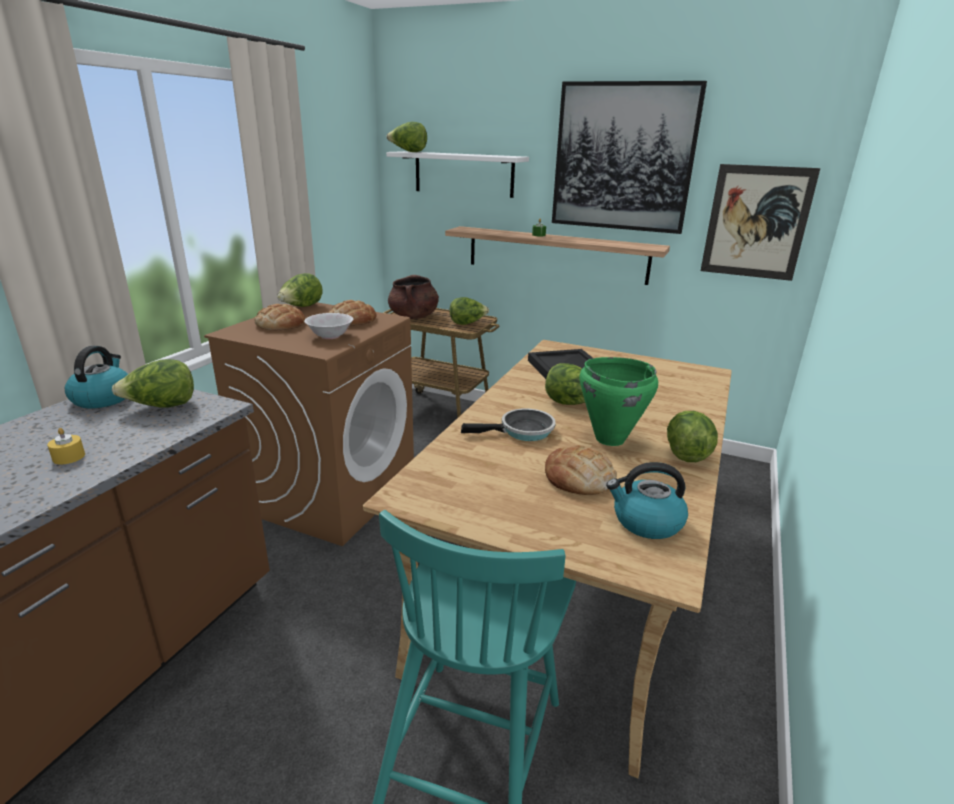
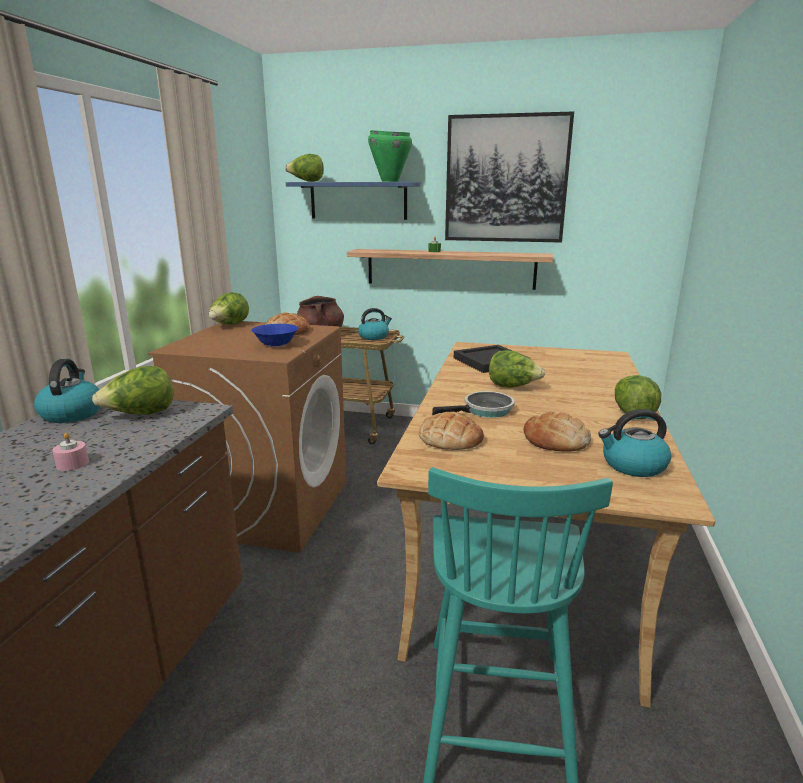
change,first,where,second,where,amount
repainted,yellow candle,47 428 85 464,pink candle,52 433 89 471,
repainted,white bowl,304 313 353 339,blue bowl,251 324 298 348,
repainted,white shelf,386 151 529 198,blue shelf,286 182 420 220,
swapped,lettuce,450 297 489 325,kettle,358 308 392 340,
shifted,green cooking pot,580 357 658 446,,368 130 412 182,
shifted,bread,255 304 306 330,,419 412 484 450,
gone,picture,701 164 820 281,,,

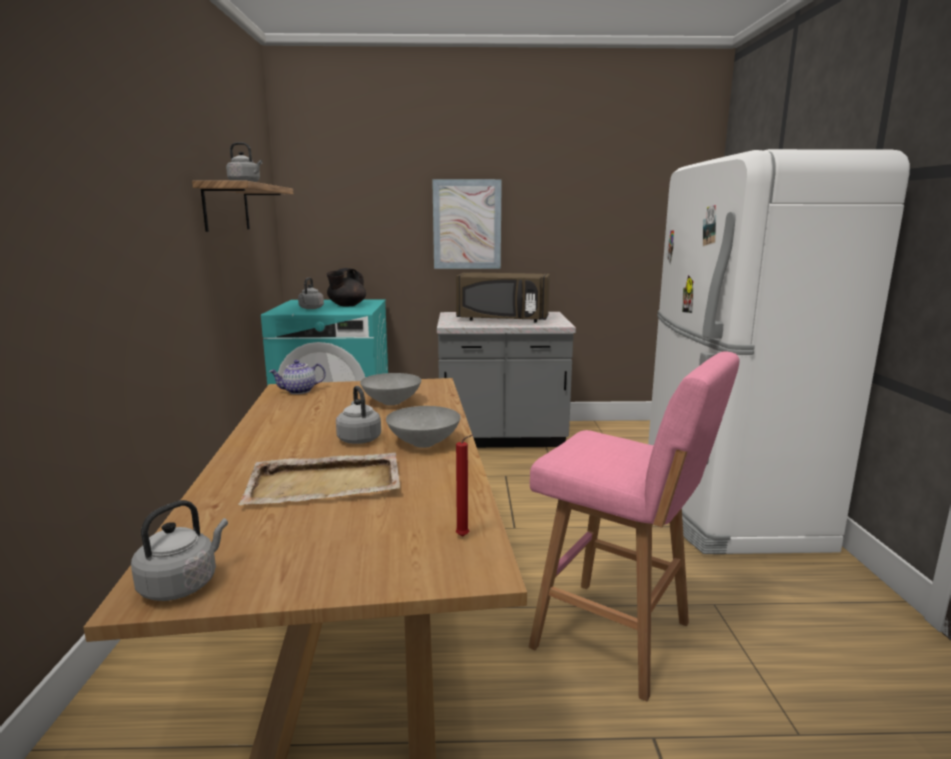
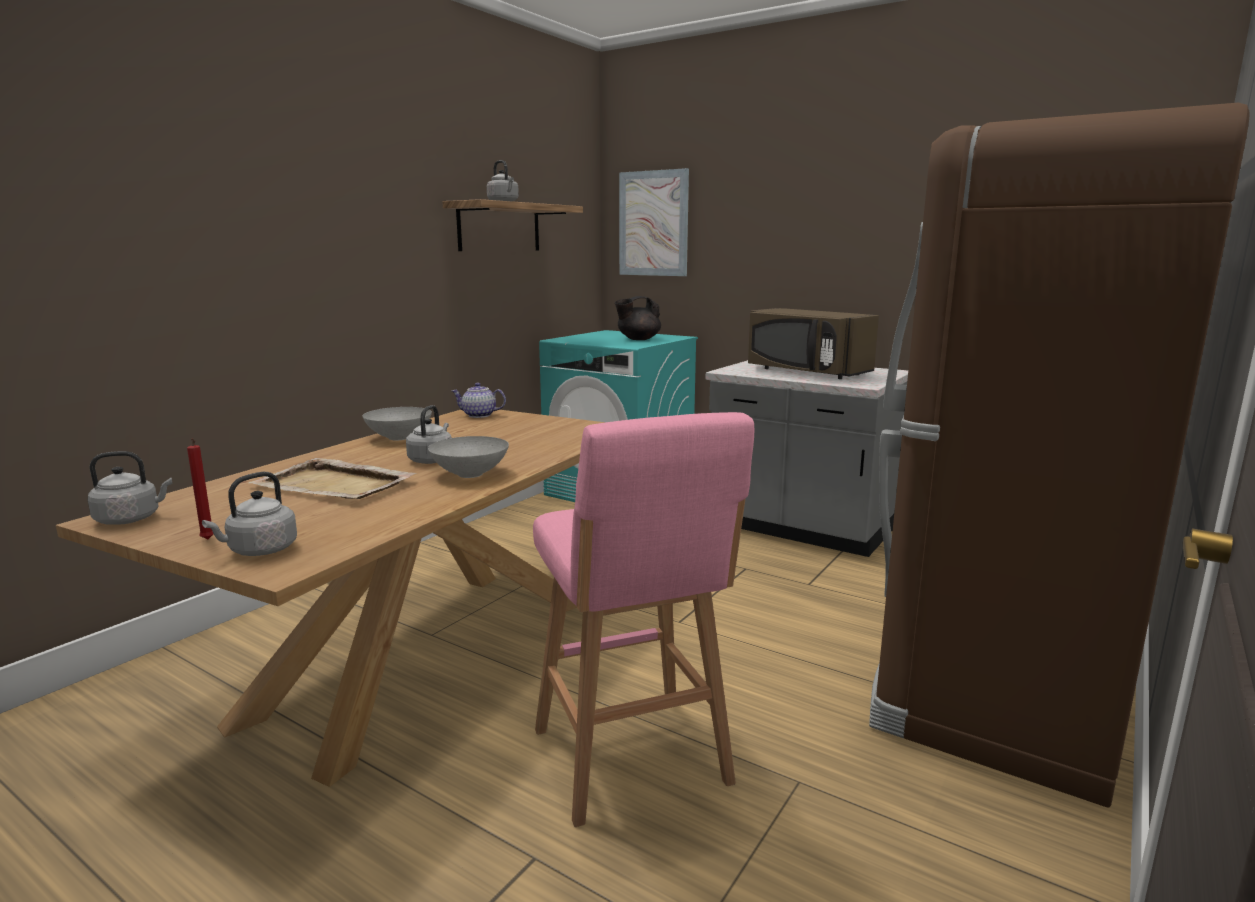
change,first,where,second,where,amount
shifted,red candle,456 435 473 537,,187 438 213 540,
shifted,grey kettle,298 278 324 309,,202 472 297 556,
shifted,grey bowl,360 373 421 405,,362 407 432 441,
shifted,picture,432 179 502 269,,619 168 689 276,
repainted,white fridge,648 149 910 554,brown fridge,869 103 1250 807,

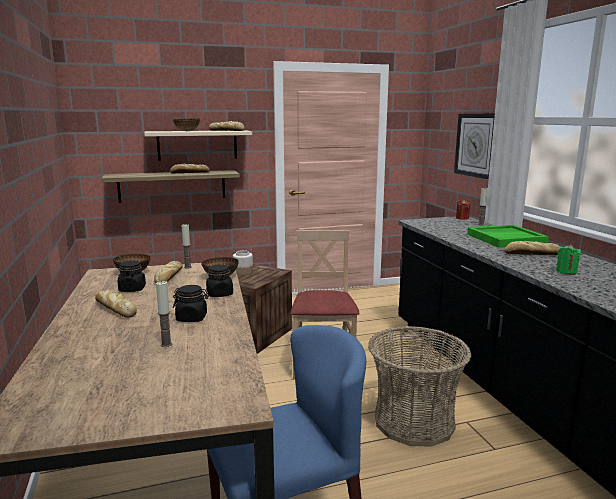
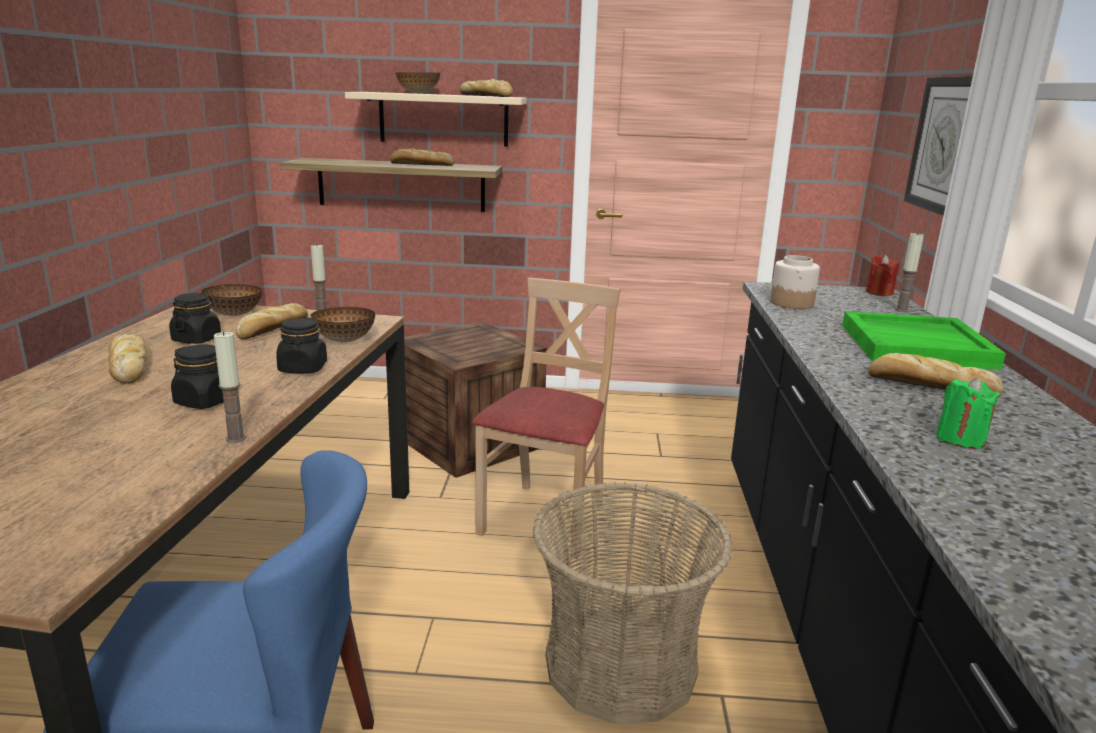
change,first,where,second,where,amount
shifted,candle,156 281 172 347,,214 331 246 443,
shifted,jar,233 250 253 276,,770 255 820 309,

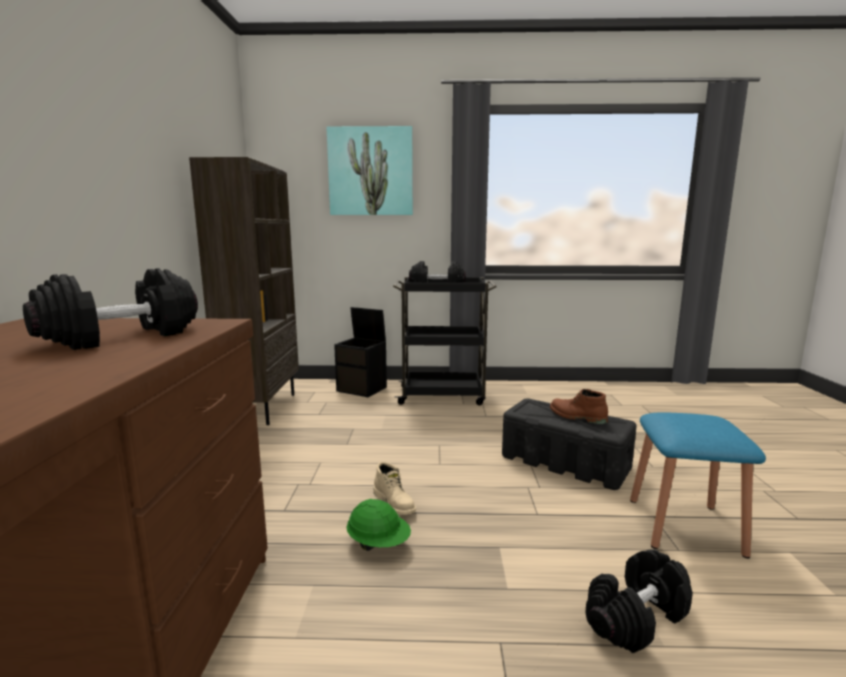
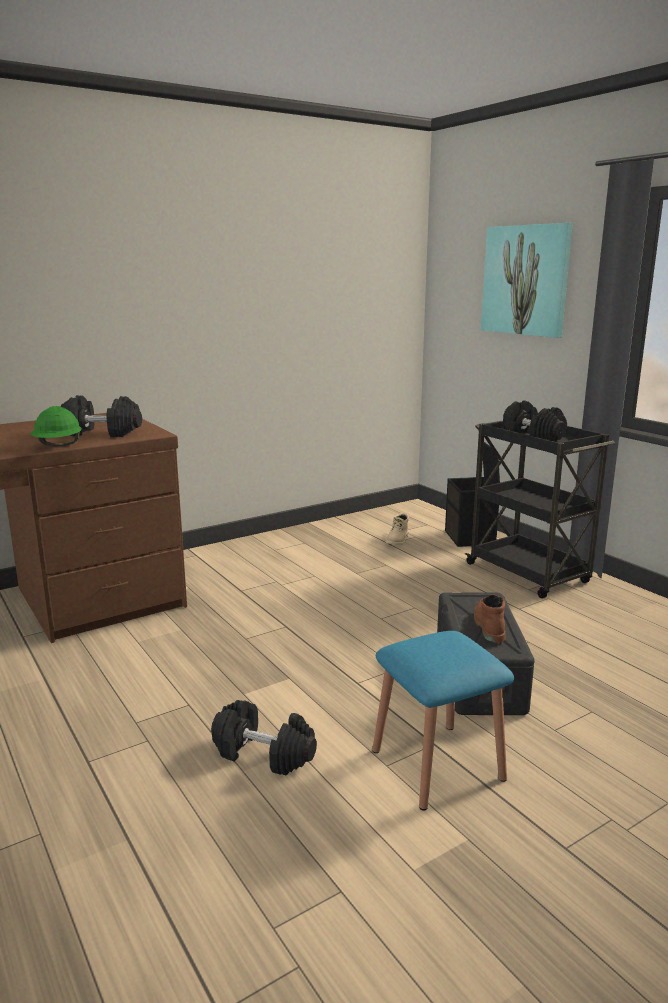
change,first,where,second,where,amount
shifted,green hard hat,347 499 411 551,,30 406 82 446,
shifted,beige boot,373 462 416 515,,386 513 409 545,
gone,brown bookcase,189 157 299 425,,,

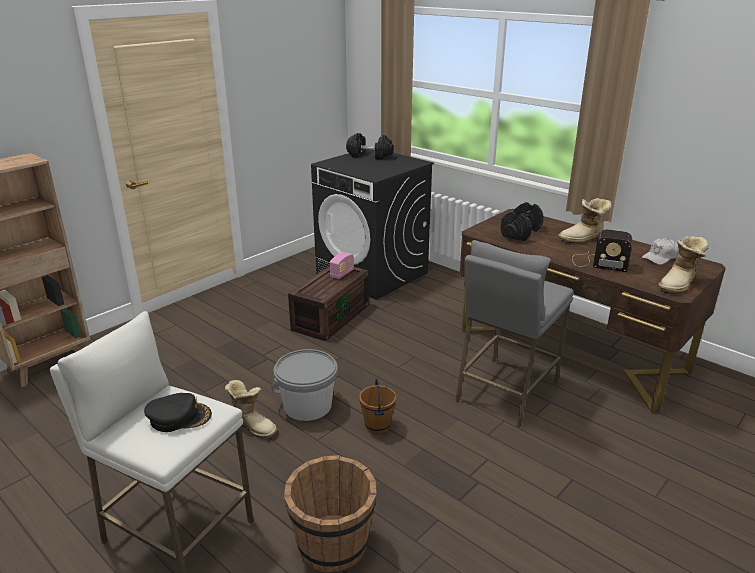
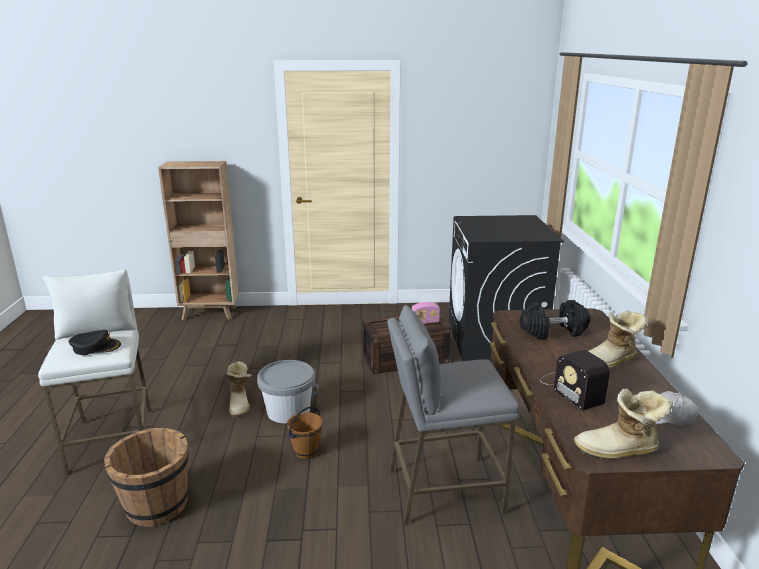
change,first,where,second,where,amount
rotated,black cap,144 393 212 432,,69 330 121 355,45 degrees counterclockwise
rotated,boot,558 198 612 243,,589 310 647 368,45 degrees counterclockwise
gone,black dumbbell,346 133 394 160,,,

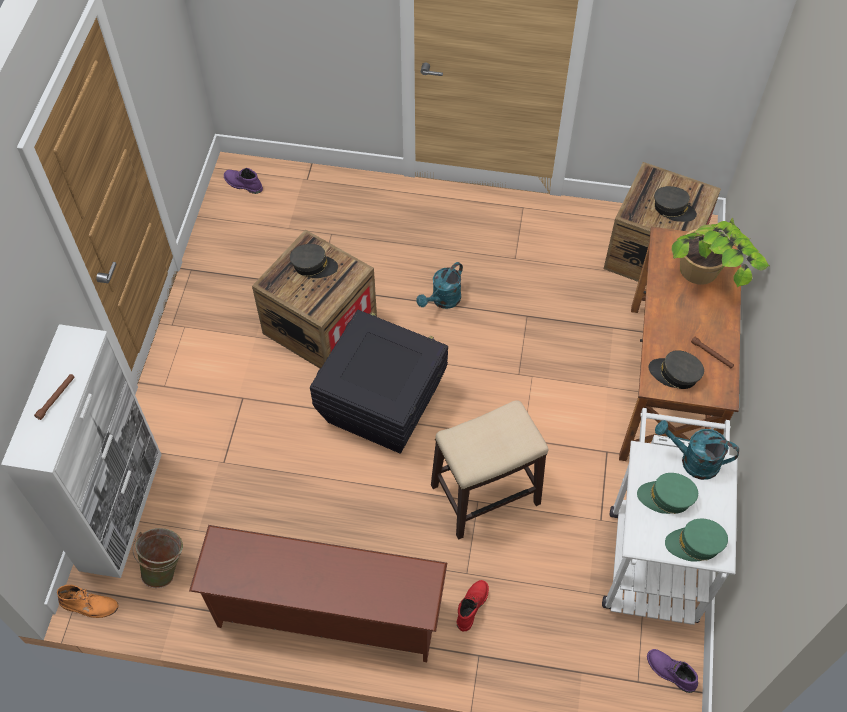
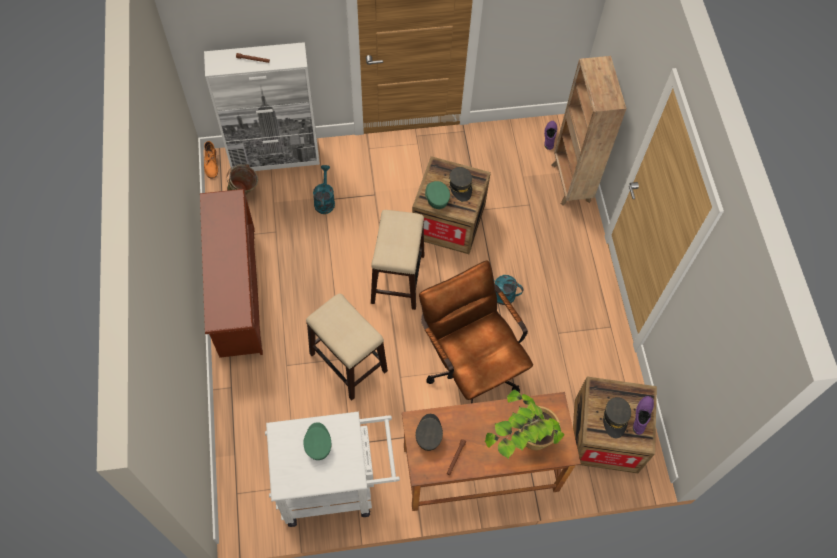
change,first,where,second,where,amount
shifted,turquoise watering can,655 420 739 480,,313 165 335 214,
swapped,black storage box,310 310 448 454,stool,371 210 424 310,
new,,,brown office chair,419 260 533 403,
shifted,green cap,665 519 728 562,,425 181 450 209,
new,,,brown bookcase,551 56 627 206,
shifted,purple boot,647 649 698 693,,633 396 654 435,
gone,red boot,457 580 489 631,,,

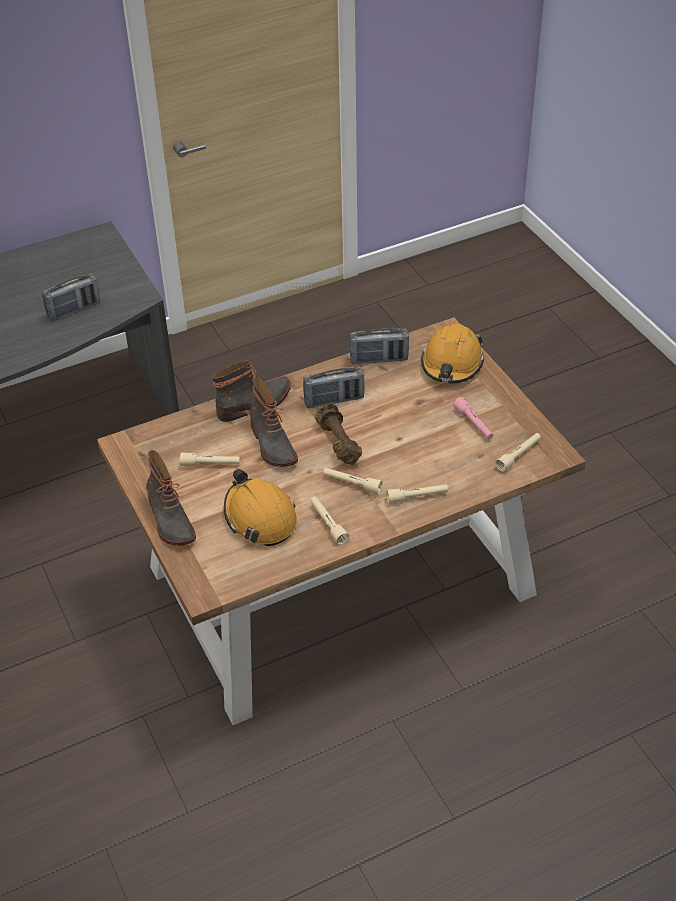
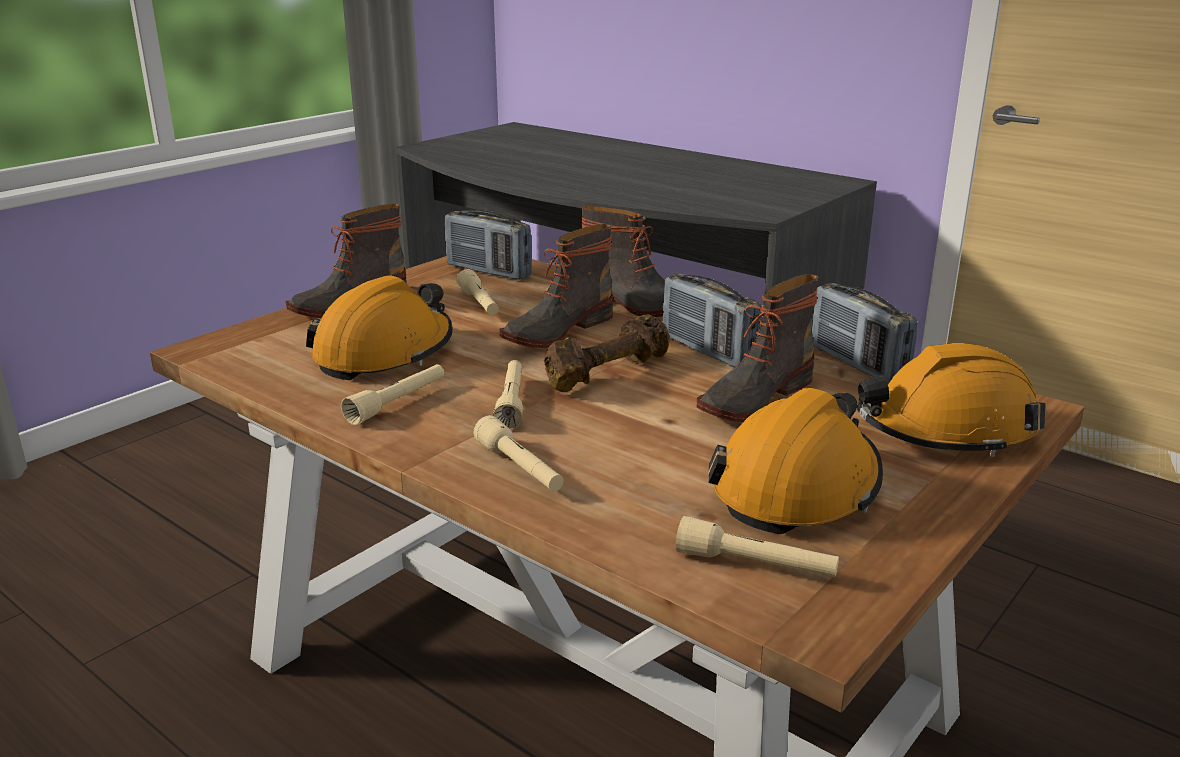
change,first,where,second,where,amount
shifted,radio,42 273 100 321,,445 210 532 279,
new,,,boot,697 274 819 422,
swapped,pink flashlight,453 397 493 439,orange hard hat,708 388 883 534,

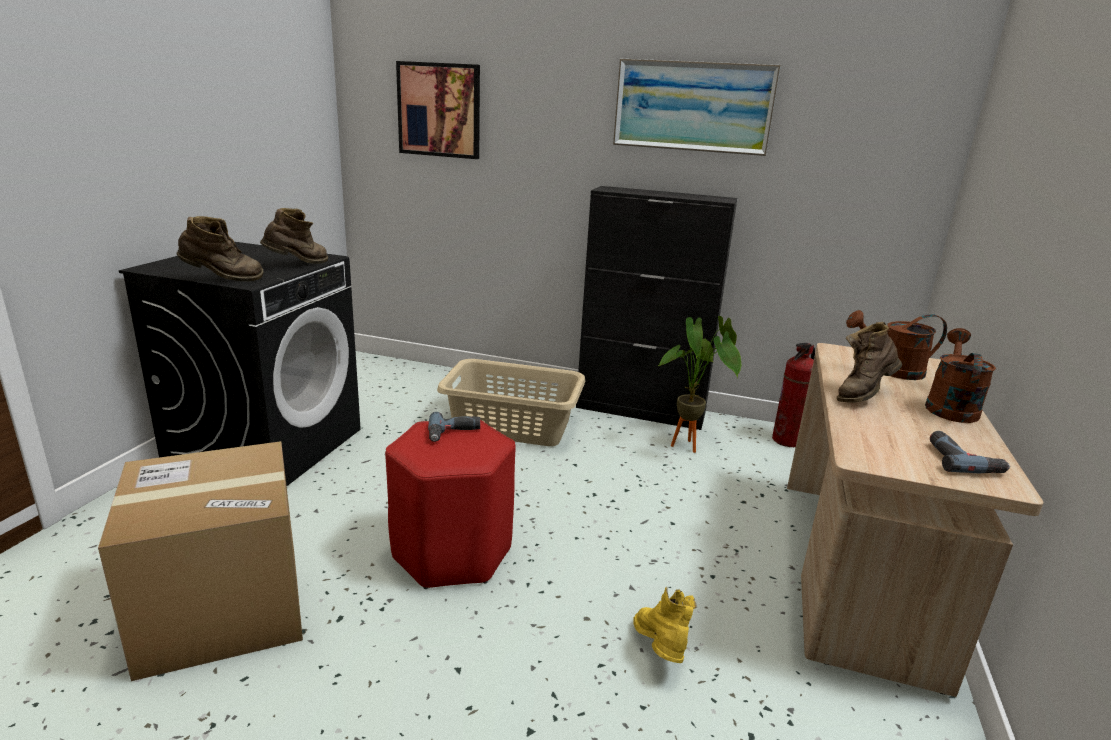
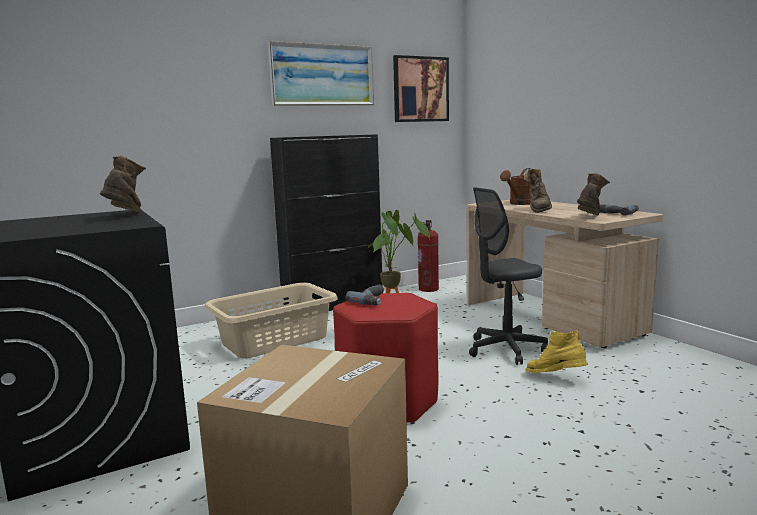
change,first,where,second,where,amount
shifted,picture,396 61 480 159,,393 55 449 122,
new,,,grey office chair,469 187 548 365,
shifted,brown boot,177 216 264 281,,577 173 610 216,
gone,brown watering can,925 328 996 423,,,

